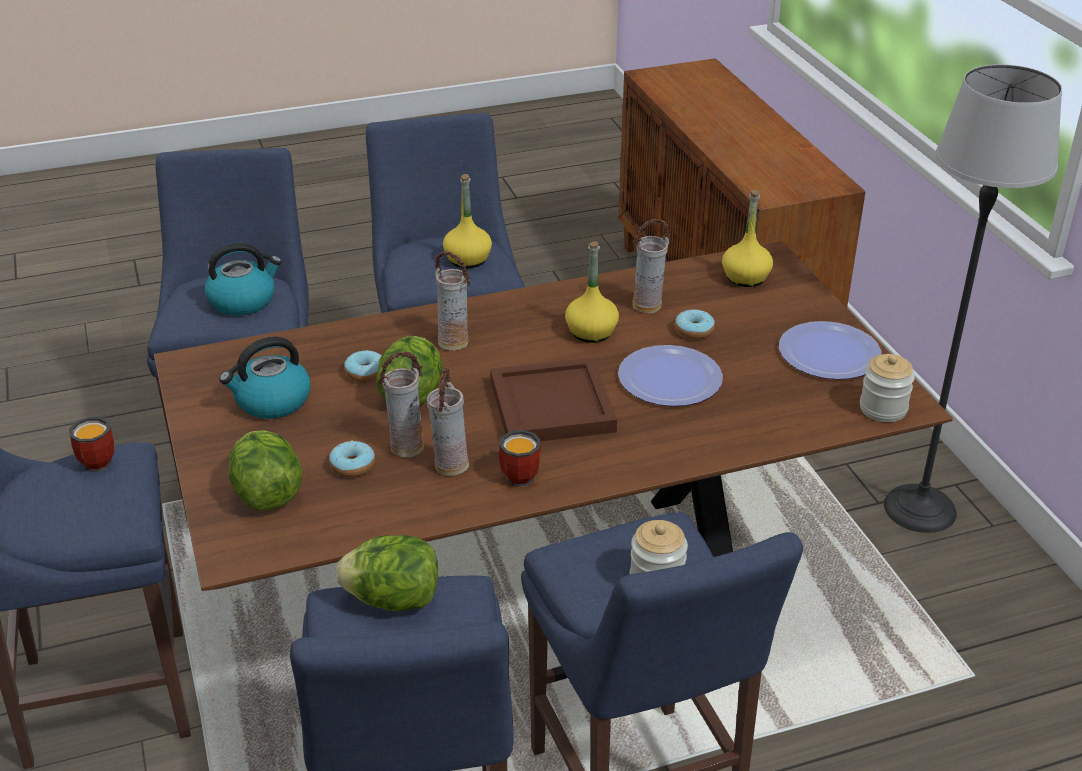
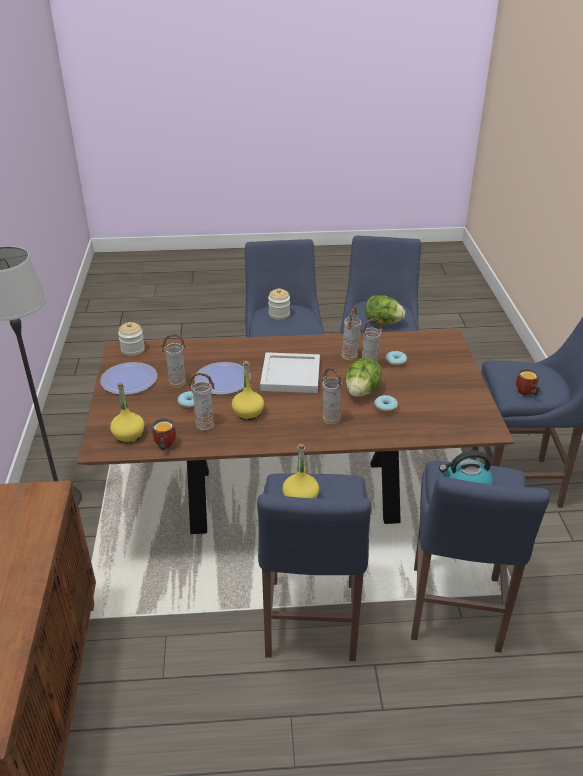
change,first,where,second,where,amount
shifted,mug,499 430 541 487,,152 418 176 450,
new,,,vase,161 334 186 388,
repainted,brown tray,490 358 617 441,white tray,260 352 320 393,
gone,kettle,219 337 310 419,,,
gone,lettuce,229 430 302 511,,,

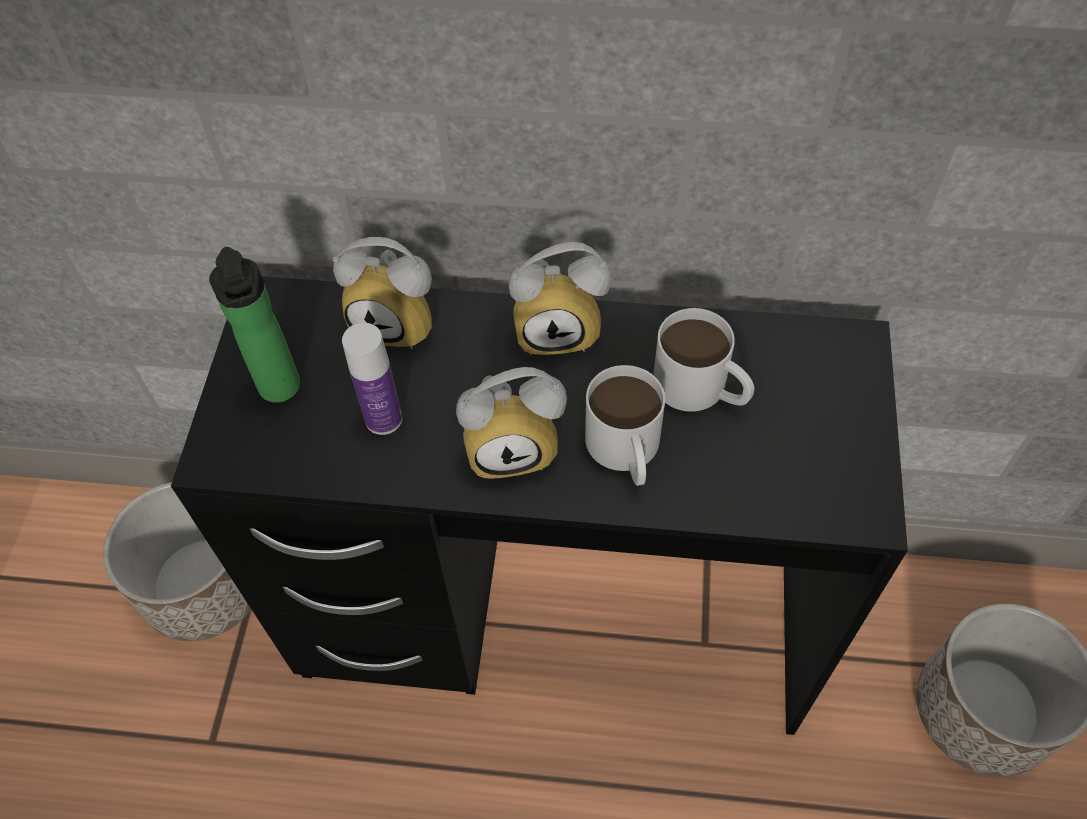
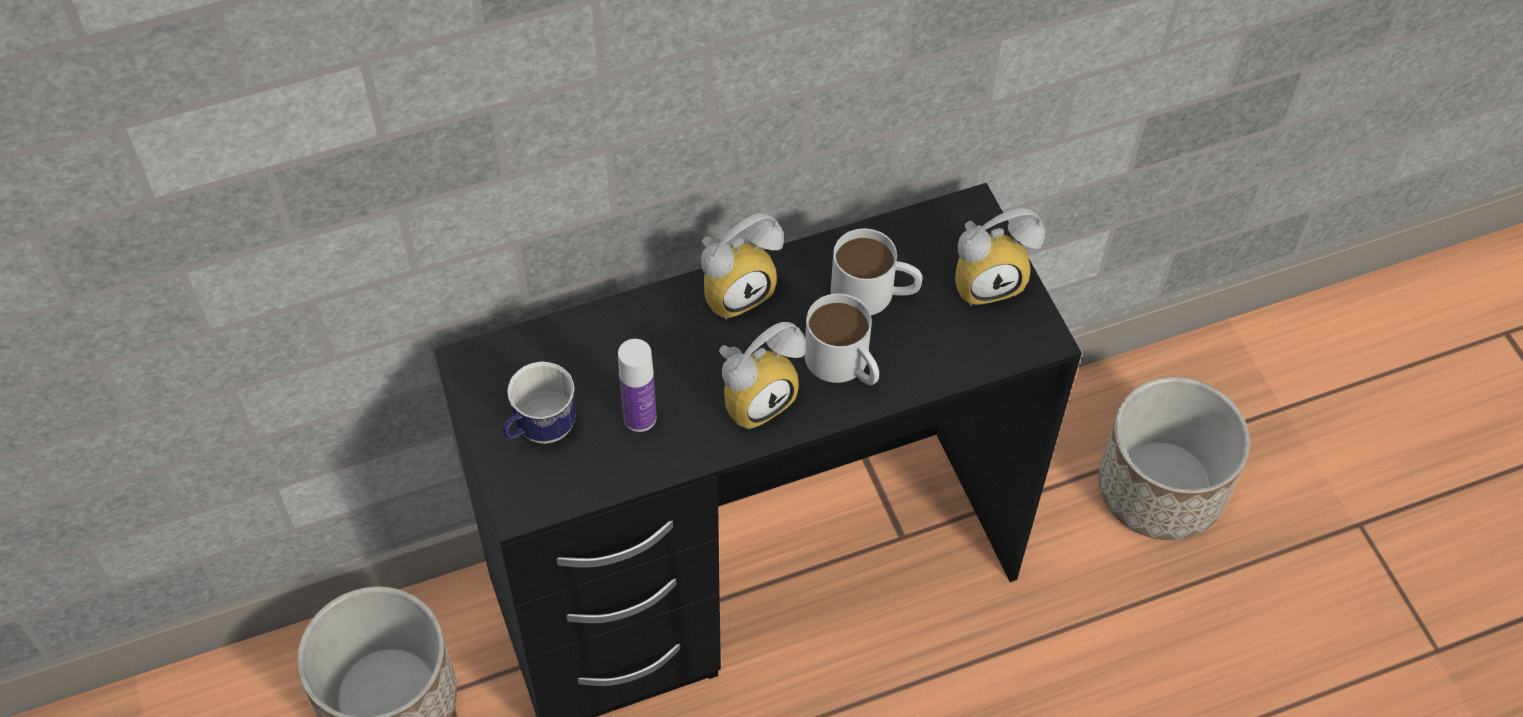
change,first,where,second,where,amount
swapped,bottle,209 247 300 403,mug,503 361 576 444,
shifted,alarm clock,333 237 432 349,,955 208 1045 306,

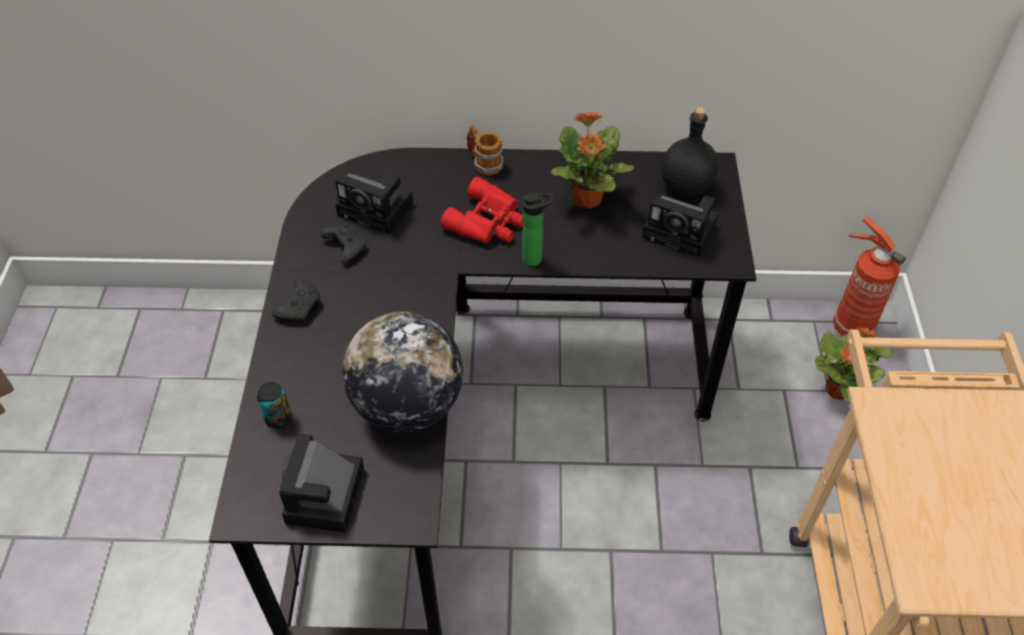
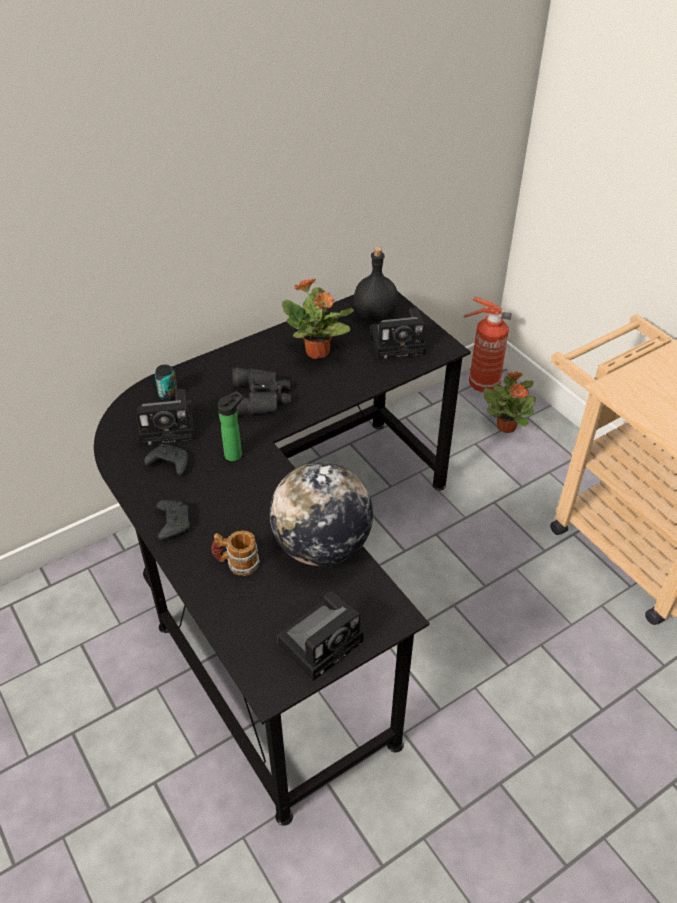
change,first,where,second,where,amount
shifted,can,257 382 291 428,,155 364 178 401,
shifted,mug,466 124 504 175,,211 531 260 576,
shifted,bottle,522 193 553 266,,218 391 243 461,
repainted,red binoculars,440 176 524 244,black binoculars,232 368 291 416,
rotated,photo camera,279 434 364 532,,277 591 364 681,105 degrees counterclockwise

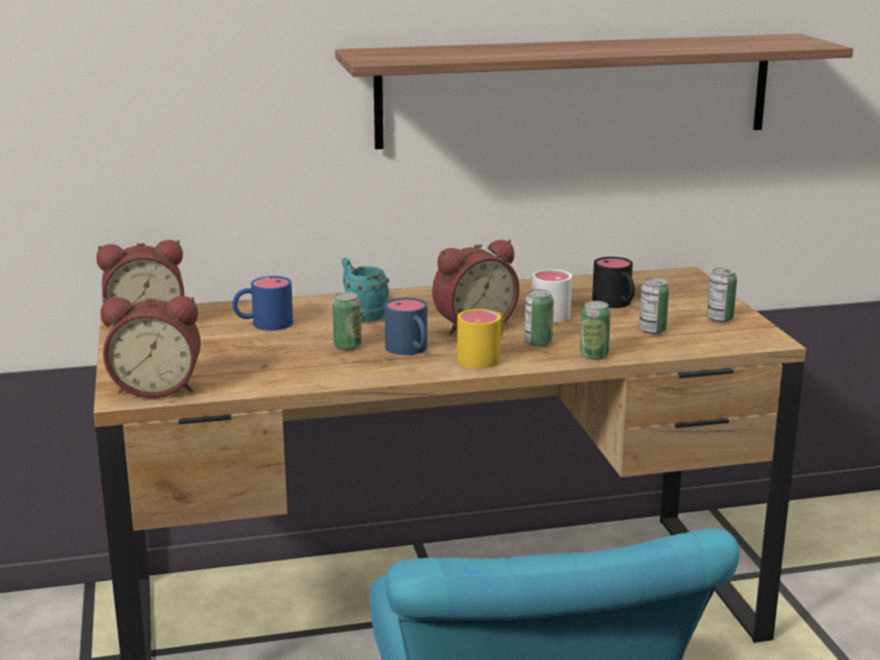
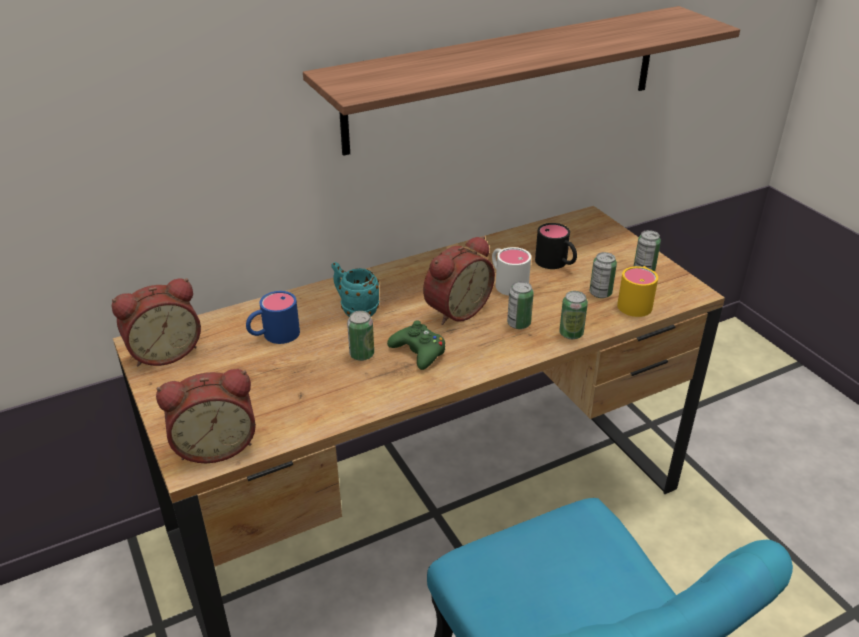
change,first,where,second,where,amount
swapped,blue mug,385 298 427 355,green game controller,387 320 445 370,
shifted,yellow mug,457 309 505 368,,617 266 658 317,

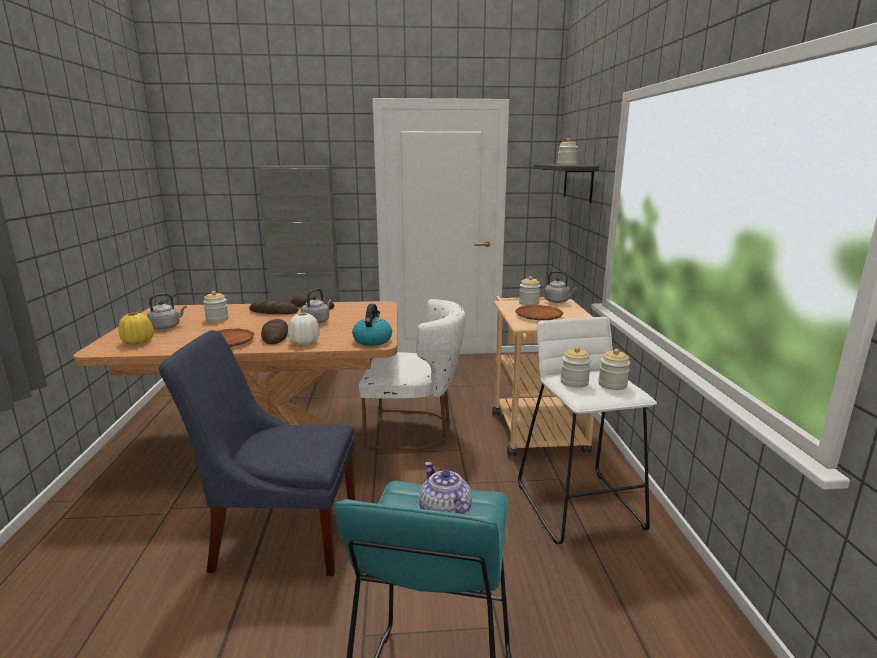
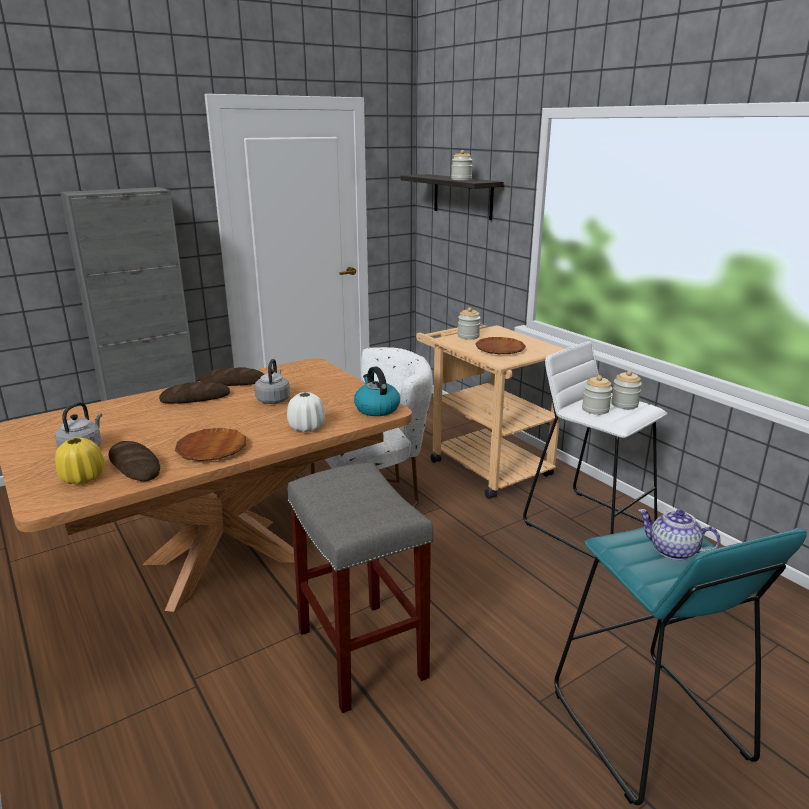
change,first,where,second,where,amount
shifted,bread,261 319 288 344,,108 441 160 481,
swapped,blue chair,159 330 355 576,grey stool,288 462 434 713,
gone,jar,203 291 229 322,,,
gone,grey kettle,544 271 577 303,,,

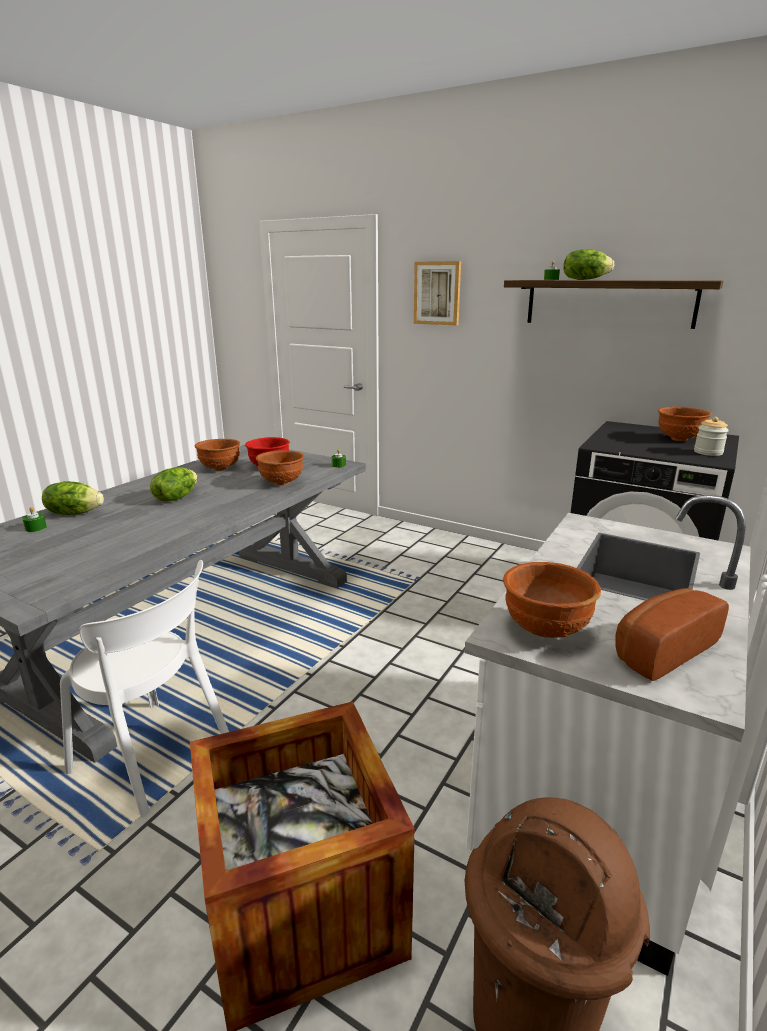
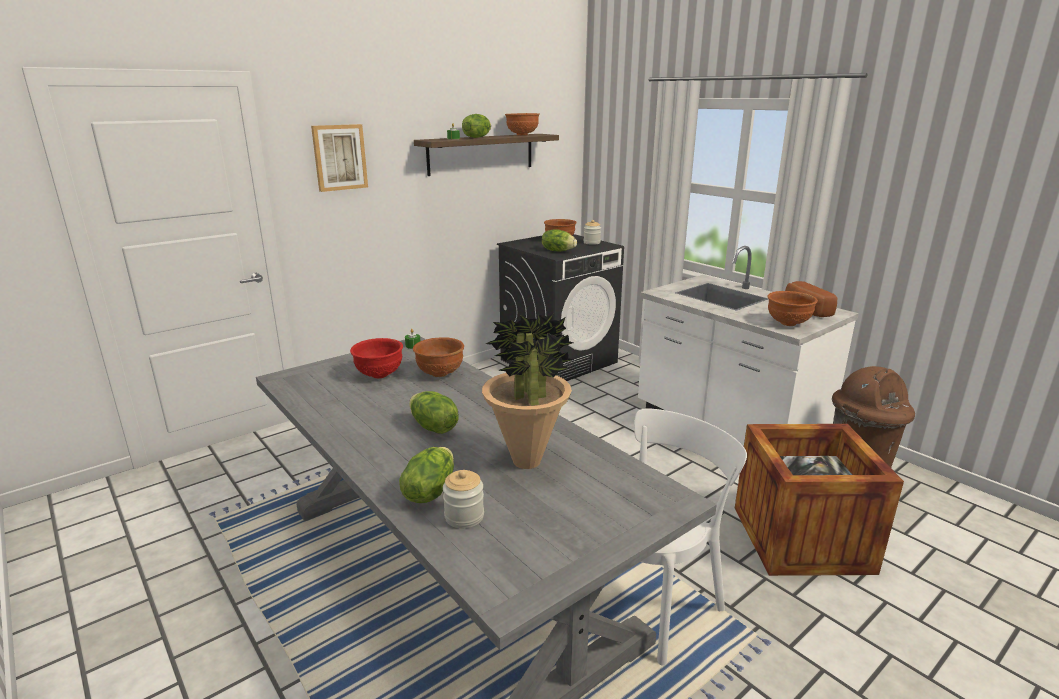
change,first,where,second,where,amount
swapped,green candle,22 507 47 532,jar,443 470 484 528,
new,,,potted plant,482 314 574 469,
shifted,brown bowl,195 439 240 471,,505 113 540 136,
new,,,lettuce,542 230 577 251,

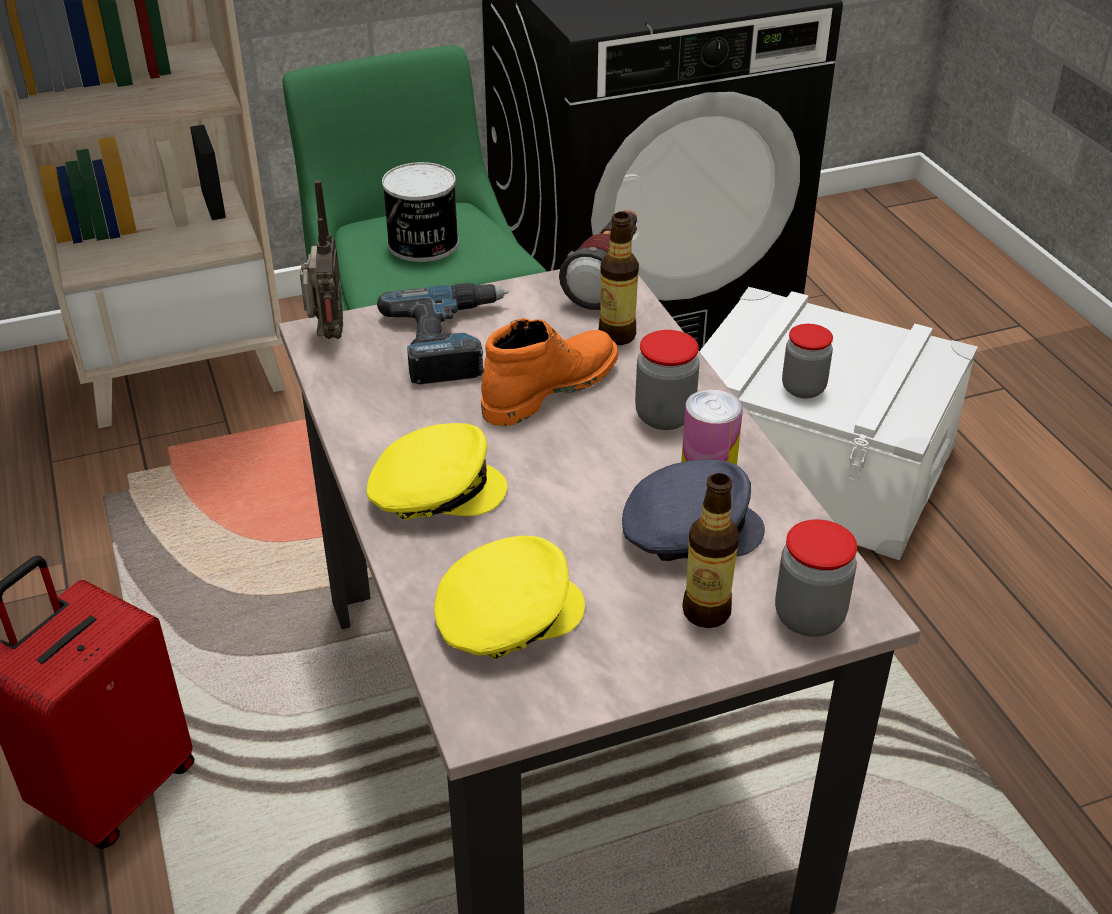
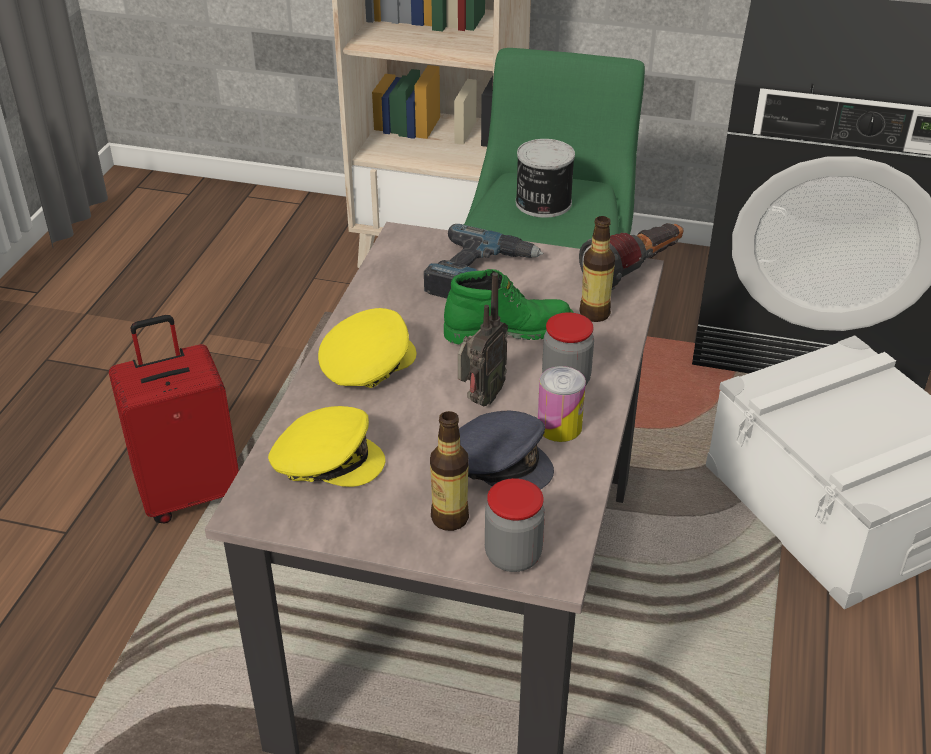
change,first,where,second,where,amount
rotated,yellow cap,366 423 507 520,,318 308 416 388,75 degrees counterclockwise
repainted,orange boot,481 318 618 426,green boot,444 269 574 344,
shifted,radio,300 180 343 339,,458 273 508 406,
gone,jar,782 324 833 399,,,

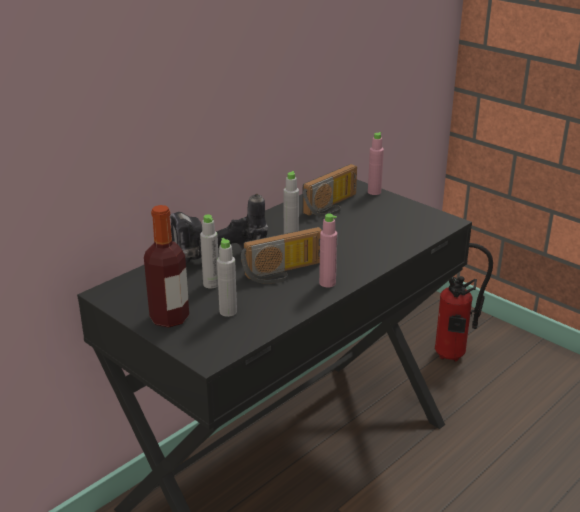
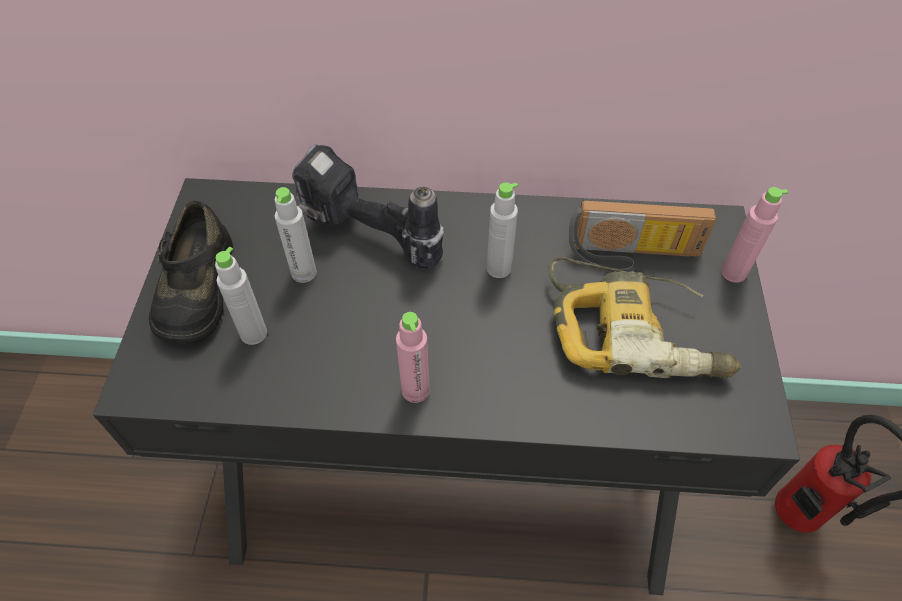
change,first,where,second,where,amount
swapped,bottle,144 205 189 328,black shoe,149 201 233 344,
new,,,power drill,549 257 741 378,
gone,radio,241 227 322 284,,,

